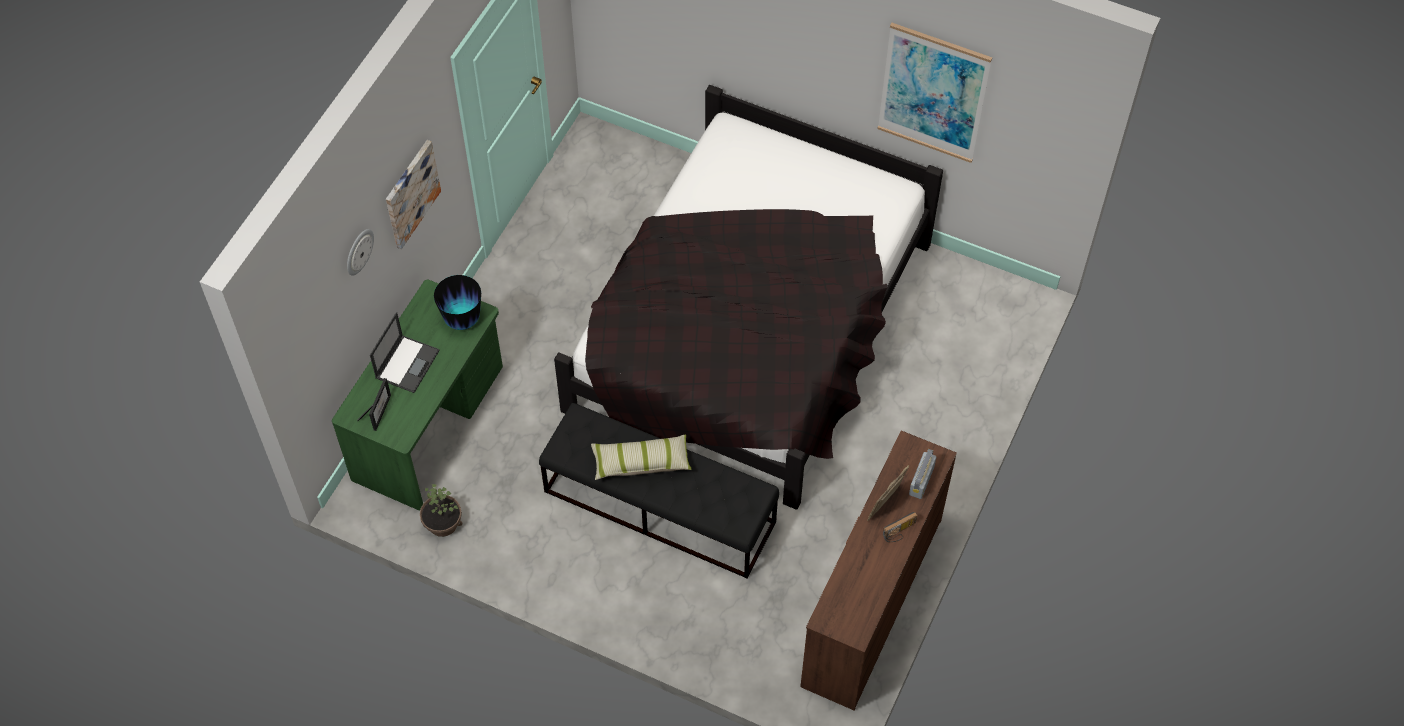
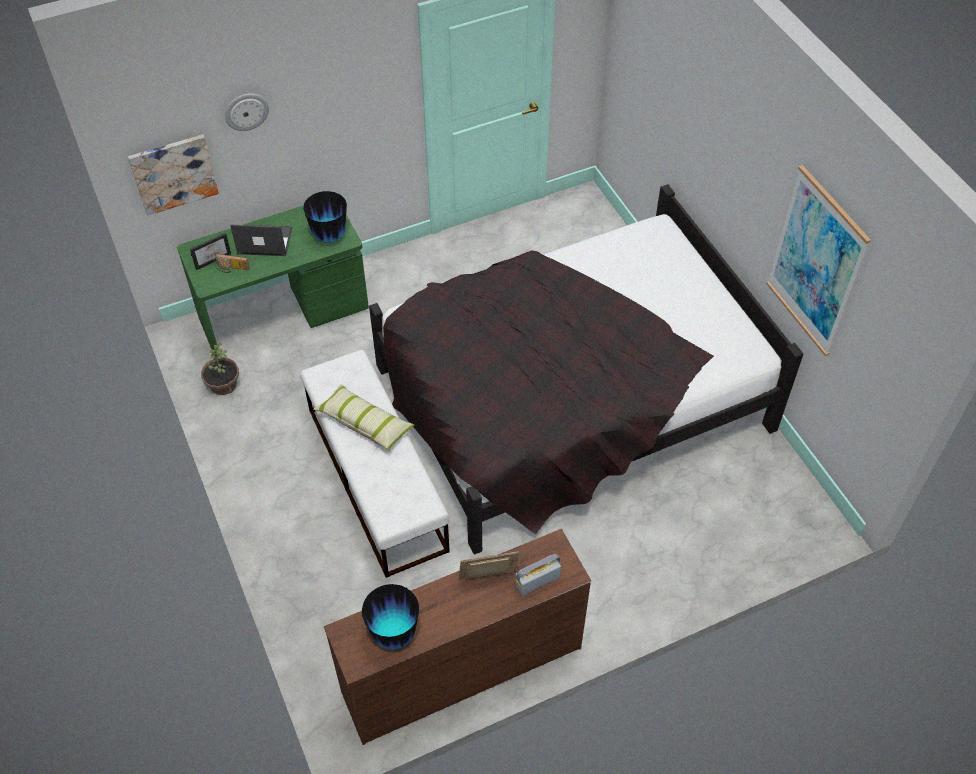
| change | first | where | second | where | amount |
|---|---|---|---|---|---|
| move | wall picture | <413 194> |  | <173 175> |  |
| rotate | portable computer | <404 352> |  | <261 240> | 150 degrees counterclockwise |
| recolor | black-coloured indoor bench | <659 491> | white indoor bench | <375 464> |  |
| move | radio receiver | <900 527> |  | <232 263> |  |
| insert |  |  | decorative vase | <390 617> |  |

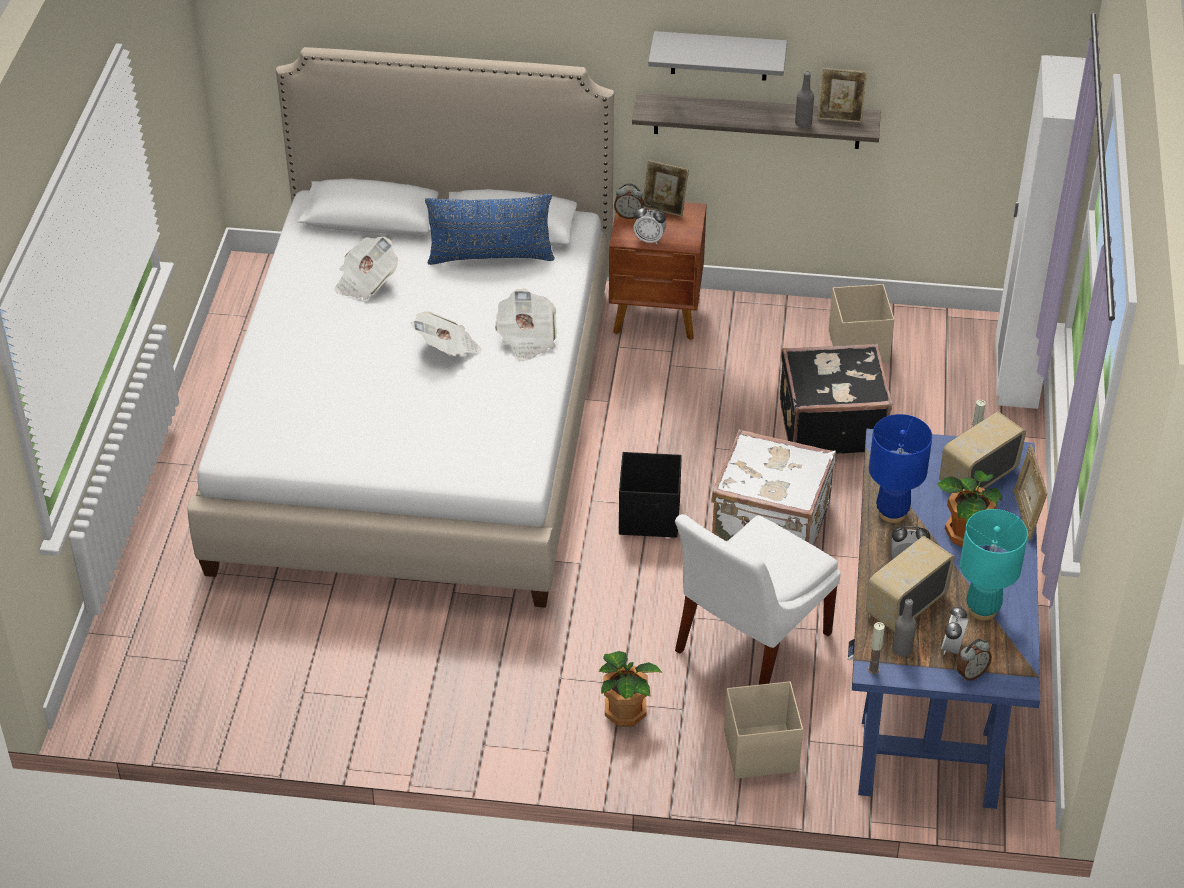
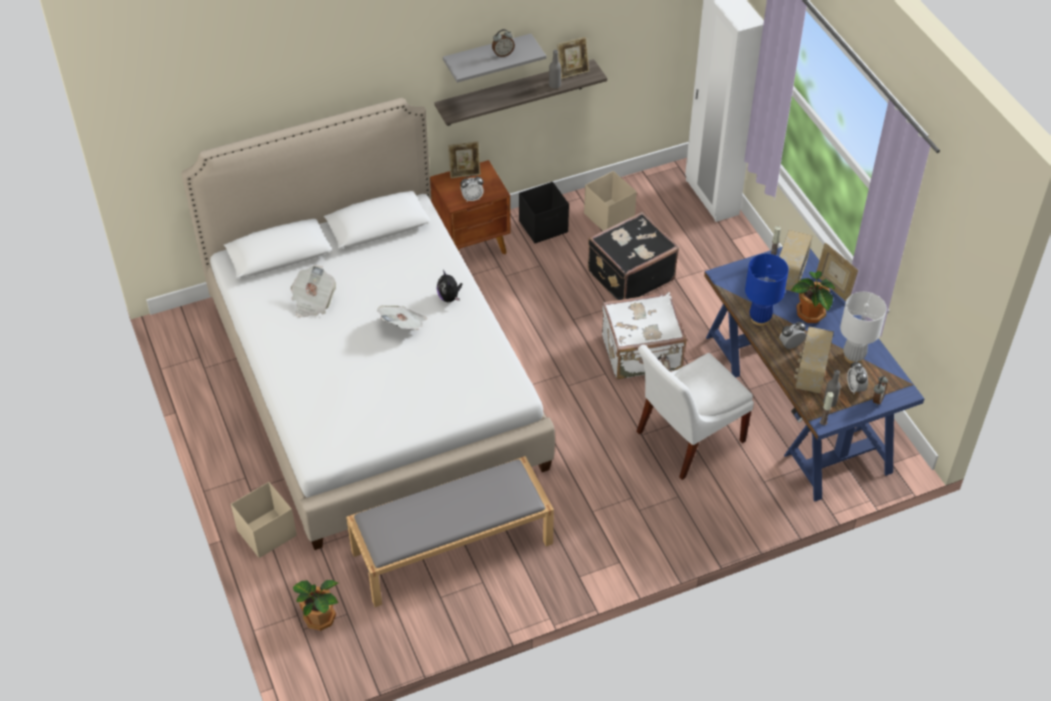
| change | first | where | second | where | amount |
|---|---|---|---|---|---|
| move | bedside clock | <629 201> |  | <503 43> |  |
| delete | blue pillow | <490 229> |  |  |  |
| replace | daily paper | <526 325> | plush toy | <449 286> |  |
| move | black-coloured storage bin | <650 495> |  | <544 212> |  |
| recolor | blue-green tabletop lamp | <994 564> | white tabletop lamp | <863 328> |  |
| rotate | white chair | <758 599> |  | <695 412> | 45 degrees clockwise |
| move | plant in a pot | <631 688> |  | <315 605> |  |
| move | sand-coloured storage bin | <763 730> |  | <264 520> |  |
| insert |  |  | grey indoor bench | <450 531> |  |

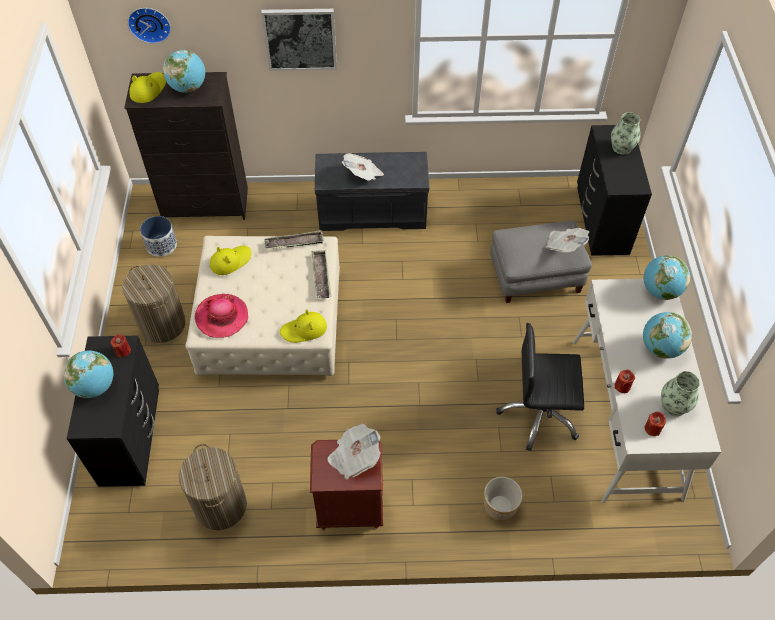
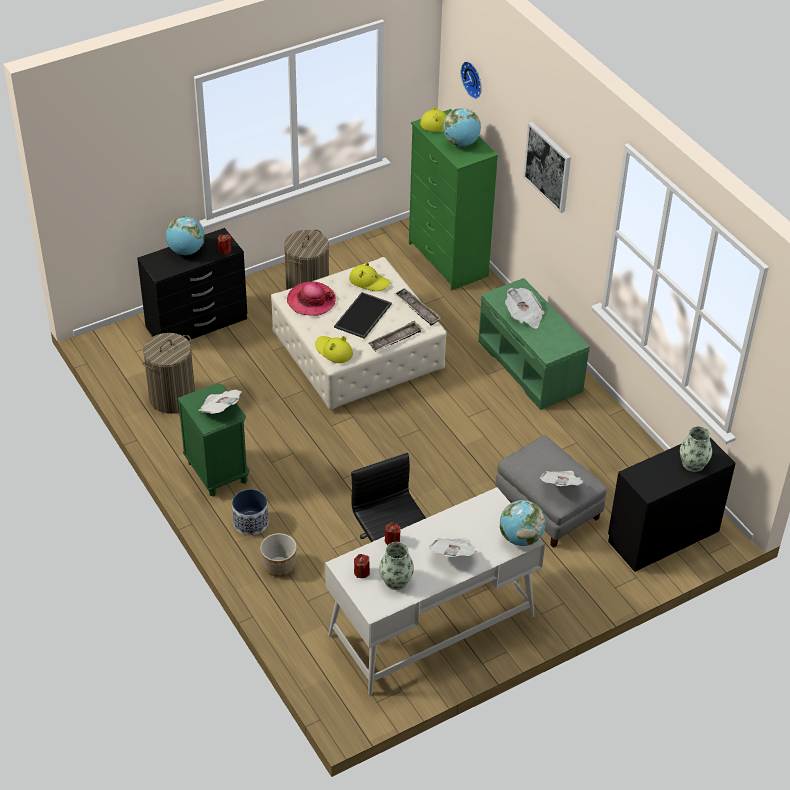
| change | first | where | second | where | amount |
|---|---|---|---|---|---|
| recolor | black-coloured chest of drawers | <186 146> | green-coloured chest of drawers | <453 199> |  |
| recolor | grey indoor bench | <372 191> | green-coloured indoor bench | <534 344> |  |
| move | flower pot | <158 236> |  | <250 512> |  |
| replace | globe | <667 335> | daily paper | <453 547> |  |
| recolor | brownish bedside table | <346 485> | green-coloured bedside table | <213 440> |  |
| insert |  |  | serving tray | <363 315> |  |

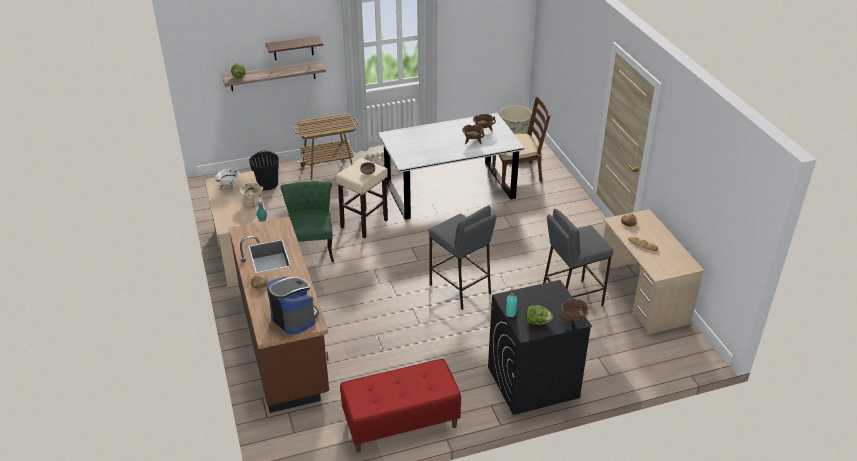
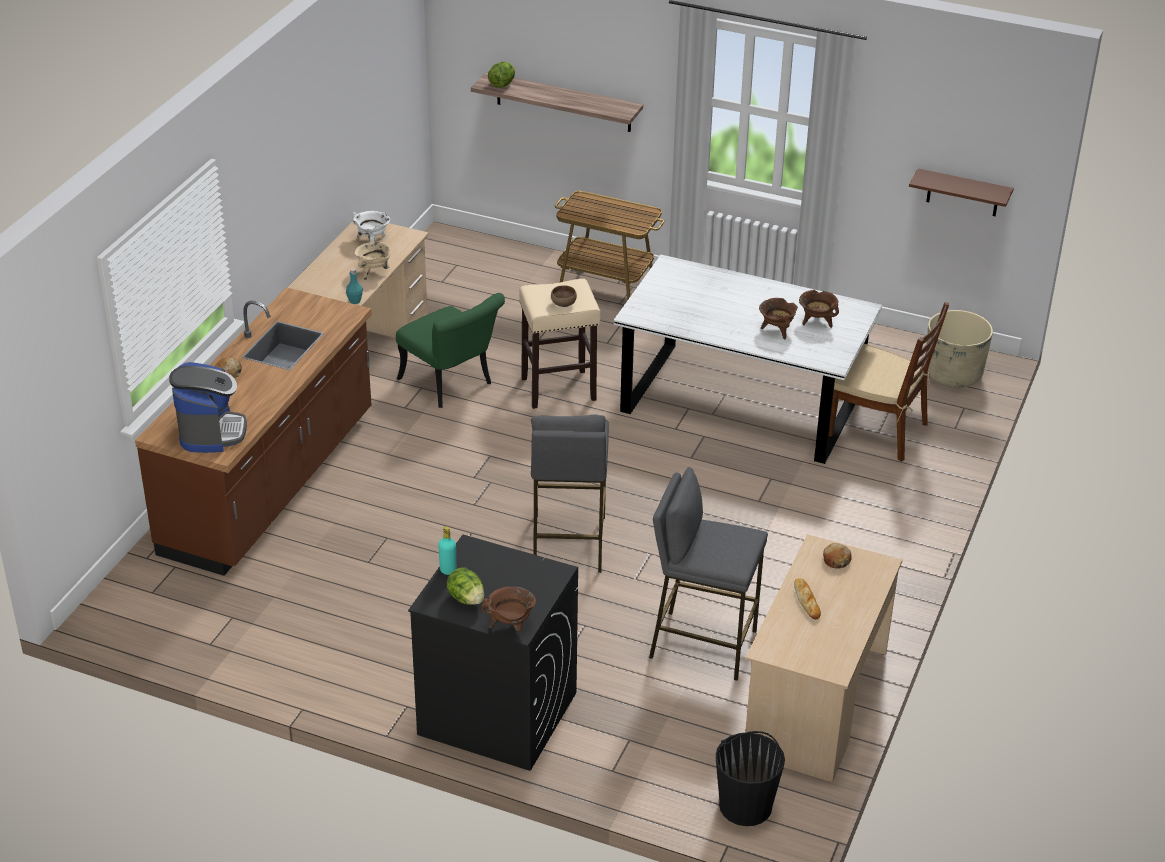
| change | first | where | second | where | amount |
|---|---|---|---|---|---|
| move | brownish wall shelf | <294 48> |  | <961 192> |  |
| move | black-coloured pail | <264 171> |  | <750 778> |  |
| rotate | green-coloured chair | <307 221> |  | <450 350> | 105 degrees clockwise |
| delete | red indoor bench | <400 406> |  |  |  |

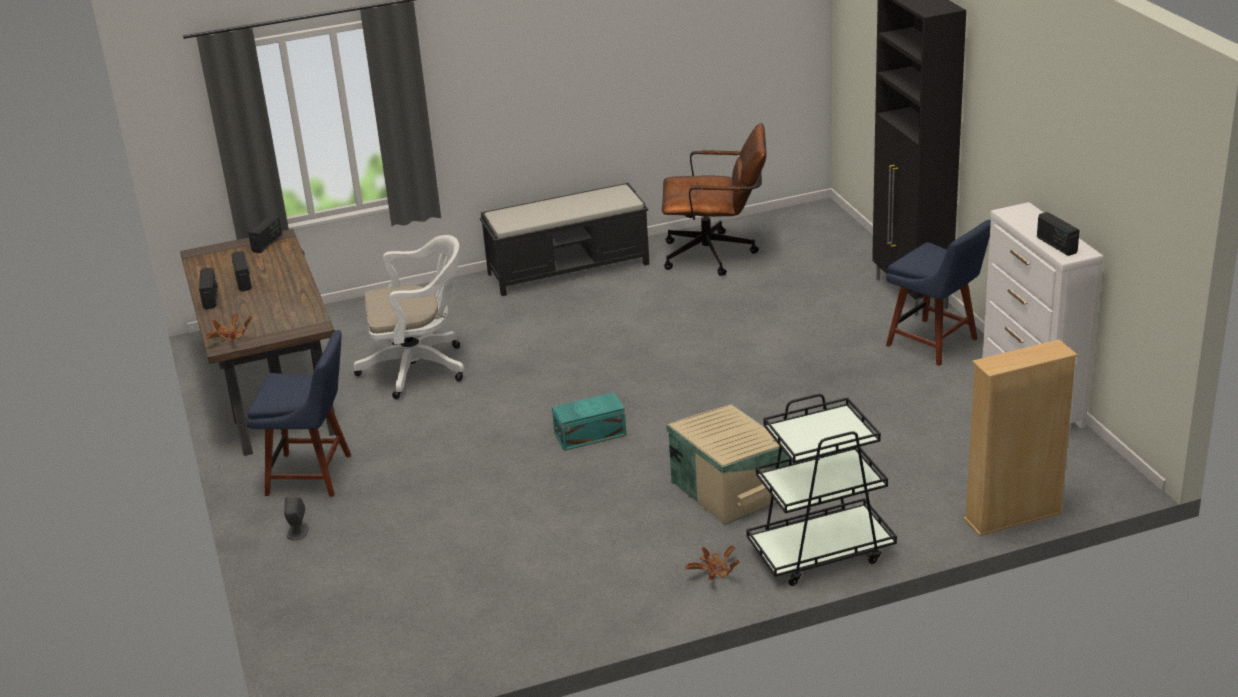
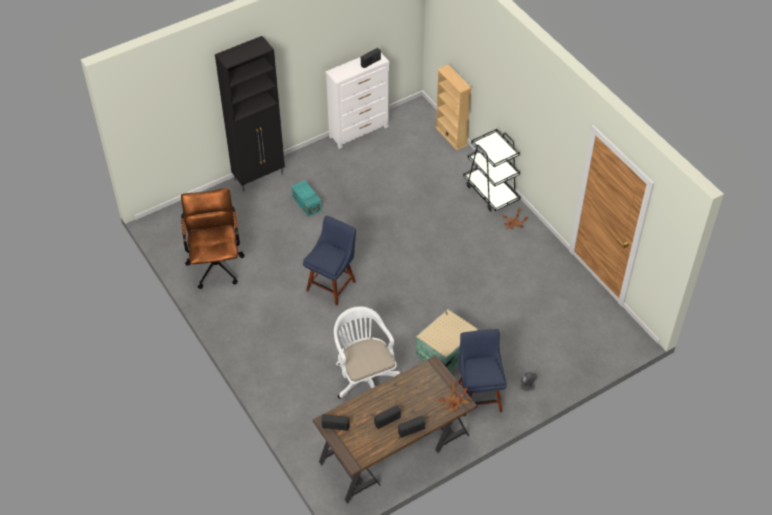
| change | first | where | second | where | amount |
|---|---|---|---|---|---|
| delete | black-coloured indoor bench | <564 239> |  |  |  |
| move | blue chair | <938 293> |  | <329 260> |  |
| move | blue-green storage bin | <589 421> |  | <306 198> |  |
| move | sand-coloured storage bin | <727 464> |  | <447 340> |  |

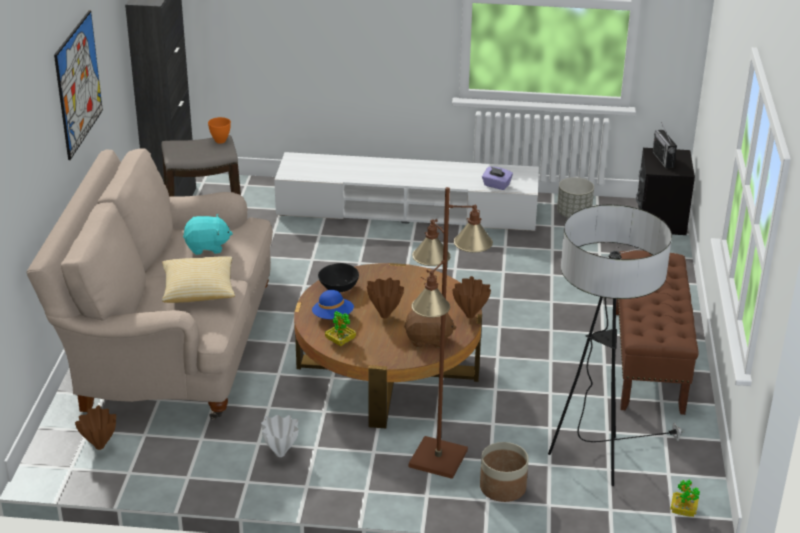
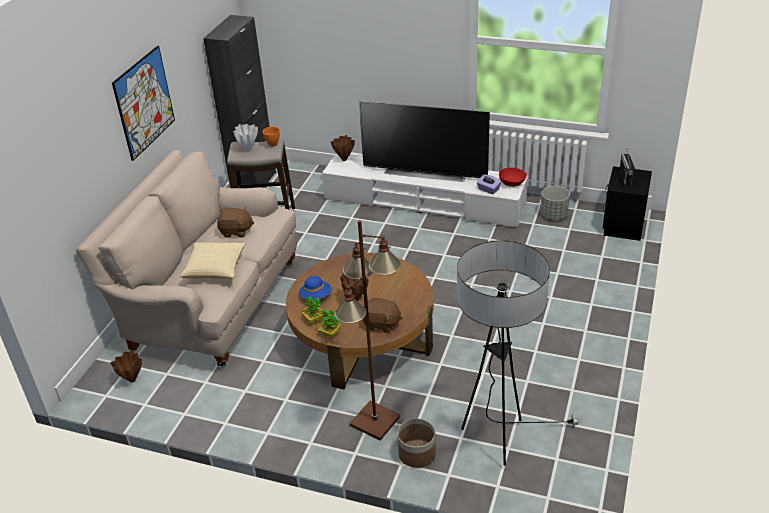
| change | first | where | second | where | amount |
|---|---|---|---|---|---|
| recolor | blue-green plush toy | <208 234> | brownish plush toy | <235 222> |  |
| delete | brownish indoor bench | <657 333> |  |  |  |
| delete | black-coloured deep dish | <338 277> |  |  |  |
| move | brownish decorative vase | <471 297> |  | <343 148> |  |
| move | white decorative vase | <280 436> |  | <245 137> |  |
| move | plant in a pot | <685 498> |  | <329 324> |  |
| insert |  |  | TV | <424 141> |  |
| insert |  |  | red deep dish | <513 177> |  |

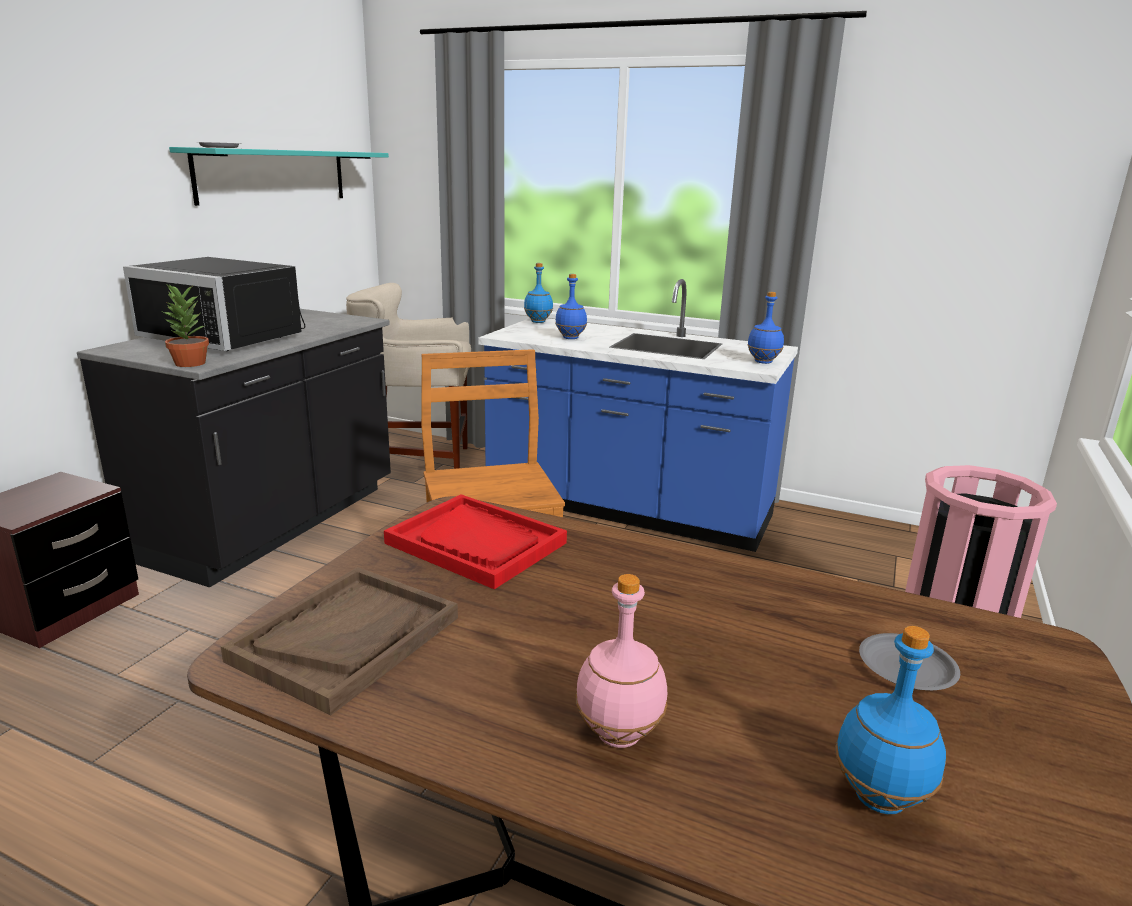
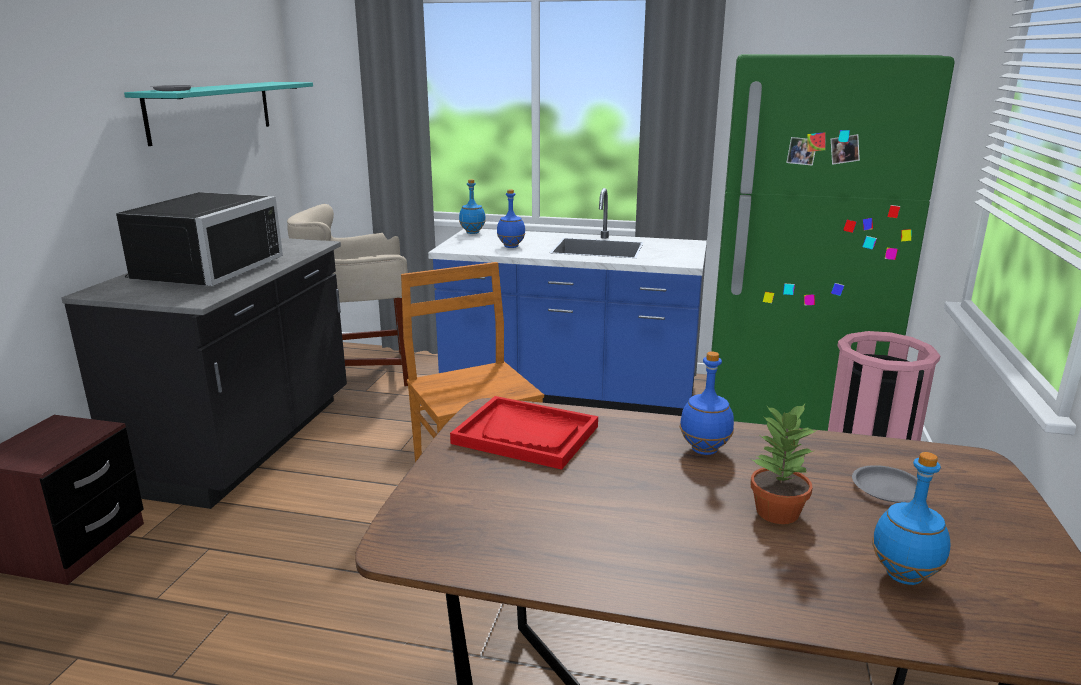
| change | first | where | second | where | amount |
|---|---|---|---|---|---|
| rotate | black-coloured kitchen microwave | <214 304> |  | <199 239> | 90 degrees counterclockwise |
| move | plant in a pot | <186 325> |  | <784 464> |  |
| move | blue drink bottle | <765 328> |  | <707 403> |  |
| delete | brownish serving tray | <339 641> |  |  |  |
| delete | pink-coloured drink bottle | <621 661> |  |  |  |
| insert |  |  | green-coloured fridge | <833 242> |  |

